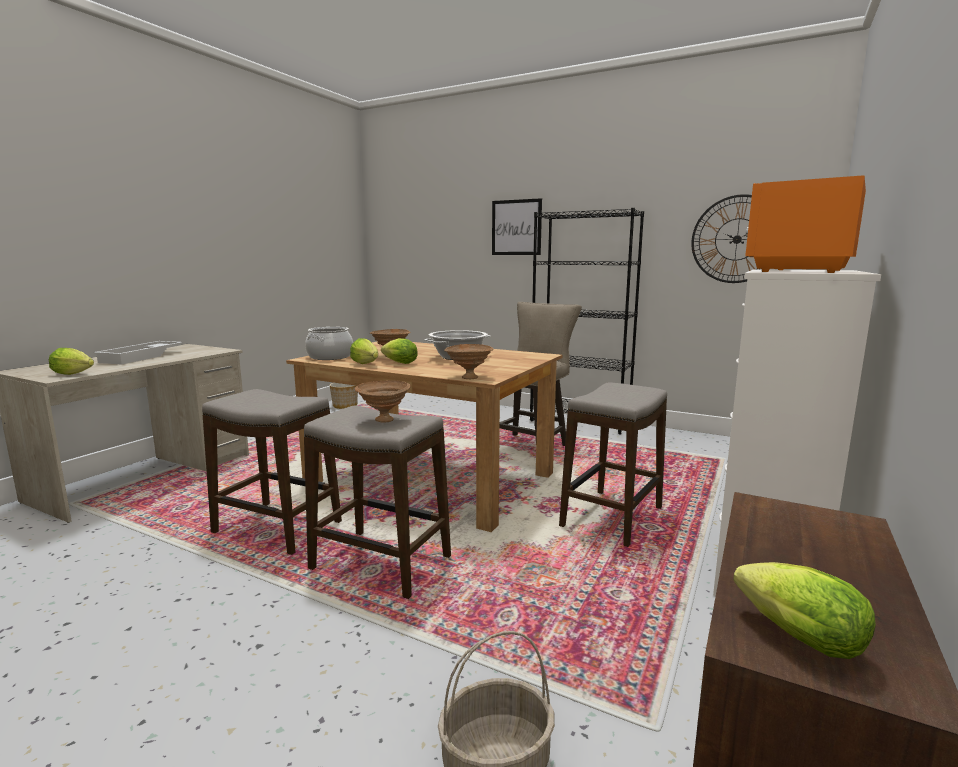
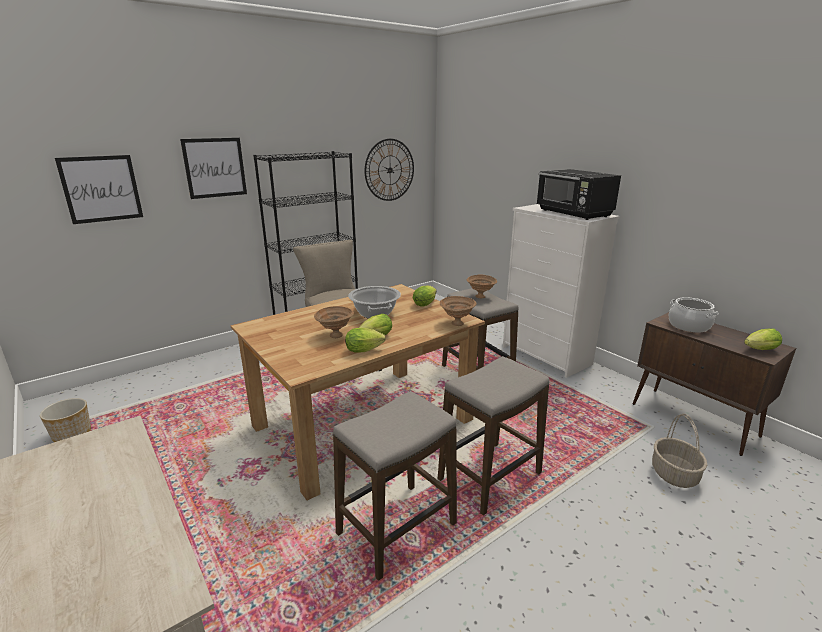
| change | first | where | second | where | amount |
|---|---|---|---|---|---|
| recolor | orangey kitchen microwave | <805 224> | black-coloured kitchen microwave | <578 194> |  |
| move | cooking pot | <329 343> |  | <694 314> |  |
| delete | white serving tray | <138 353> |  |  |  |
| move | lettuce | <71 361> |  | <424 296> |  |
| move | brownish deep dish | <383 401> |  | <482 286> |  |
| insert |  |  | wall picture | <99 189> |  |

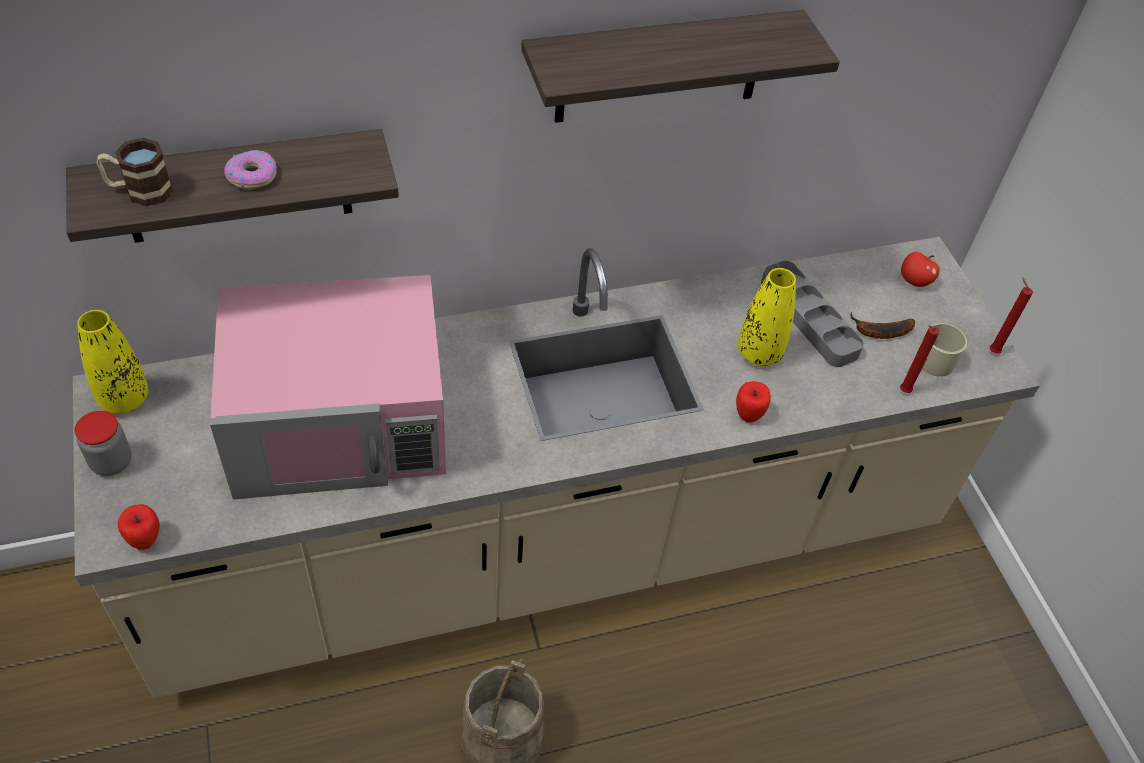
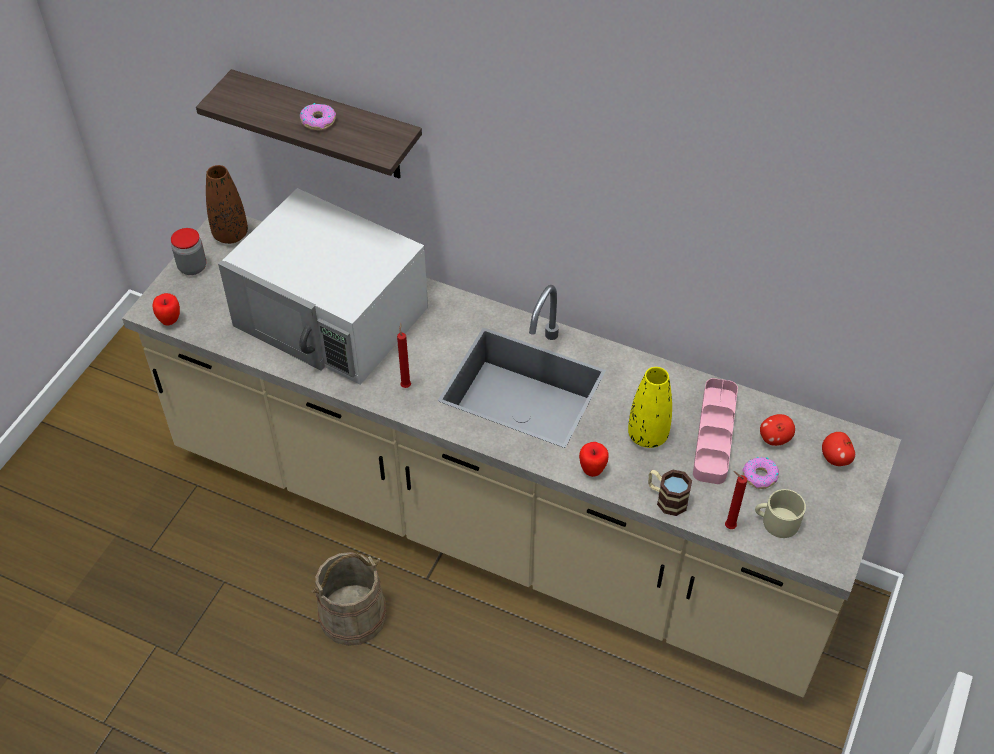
| change | first | where | second | where | amount |
|---|---|---|---|---|---|
| delete | wall shelf | <680 66> |  |  |  |
| move | mug | <135 172> |  | <670 492> |  |
| recolor | grey serving tray | <812 313> | pink-coloured serving tray | <715 431> |  |
| recolor | pink-coloured kitchen microwave | <328 387> | white kitchen microwave | <323 286> |  |
| move | red candle | <1011 315> |  | <404 355> |  |
| recolor | yellow-coloured decorative vase | <112 362> | brownish decorative vase | <227 204> |  |
| replace | banana fruit | <882 325> | doughnut | <760 473> |  |
| insert |  |  | apple | <777 430> |  |

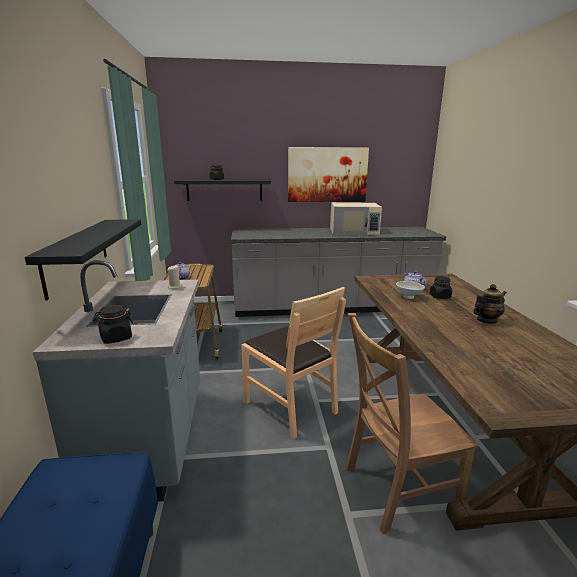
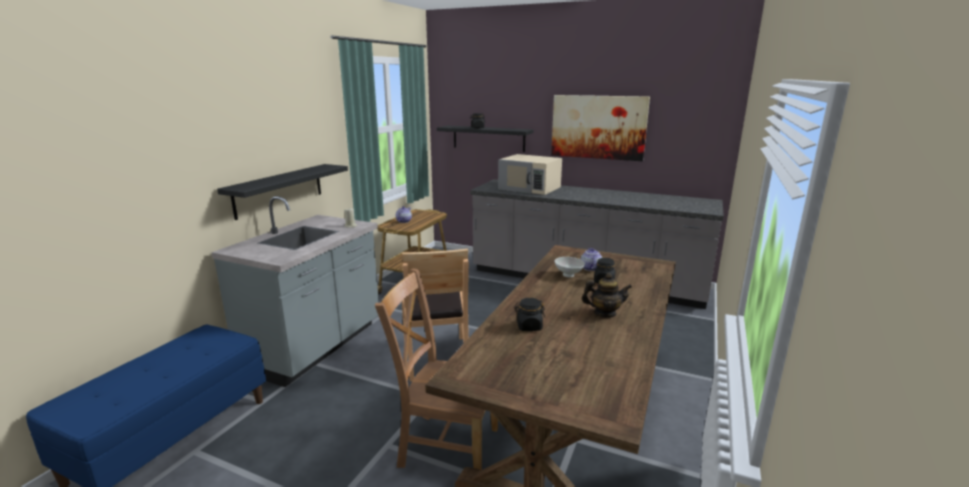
| change | first | where | second | where | amount |
|---|---|---|---|---|---|
| move | sand-coloured kitchen microwave | <356 218> |  | <530 174> |  |
| move | black-coloured preserve jar | <113 324> |  | <529 314> |  |

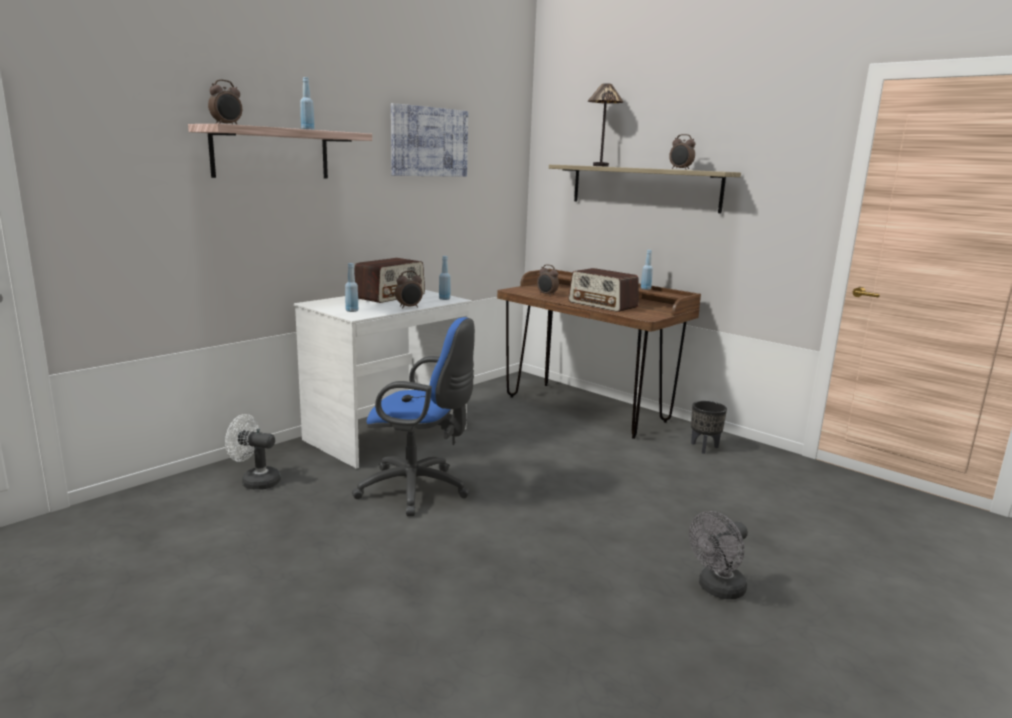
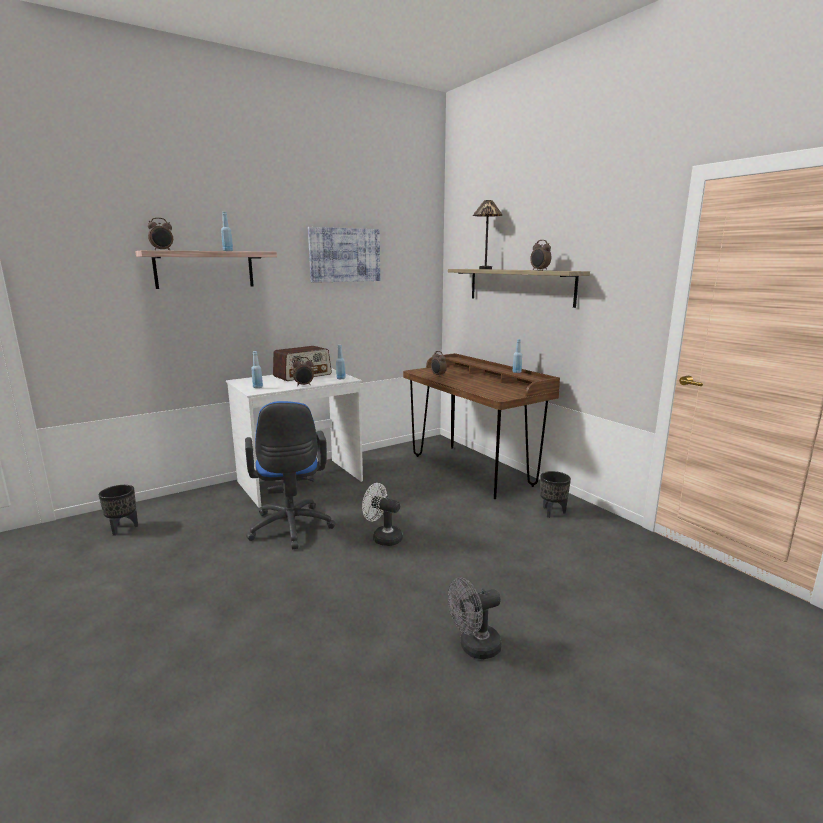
| change | first | where | second | where | amount |
|---|---|---|---|---|---|
| delete | radio receiver | <603 290> |  |  |  |
| rotate | blue computer chair | <413 416> |  | <290 475> | 45 degrees clockwise |
| move | white electric fan | <253 452> |  | <382 514> |  |
| insert |  |  | black-coloured flower pot | <118 510> |  |

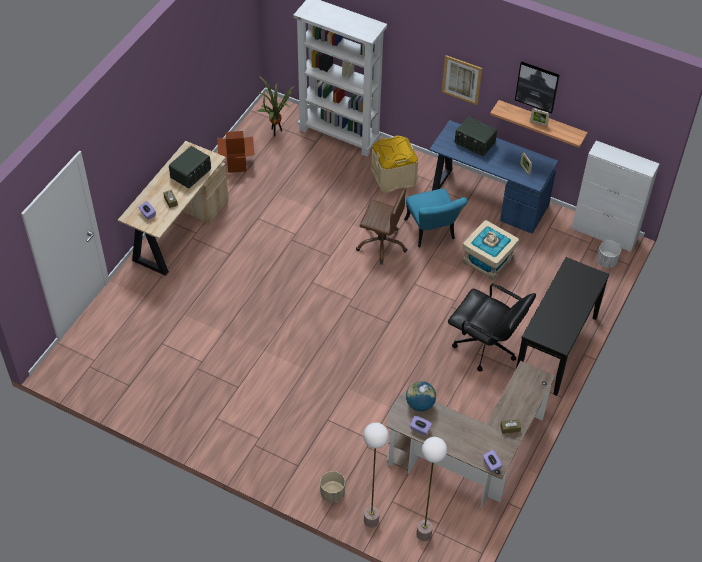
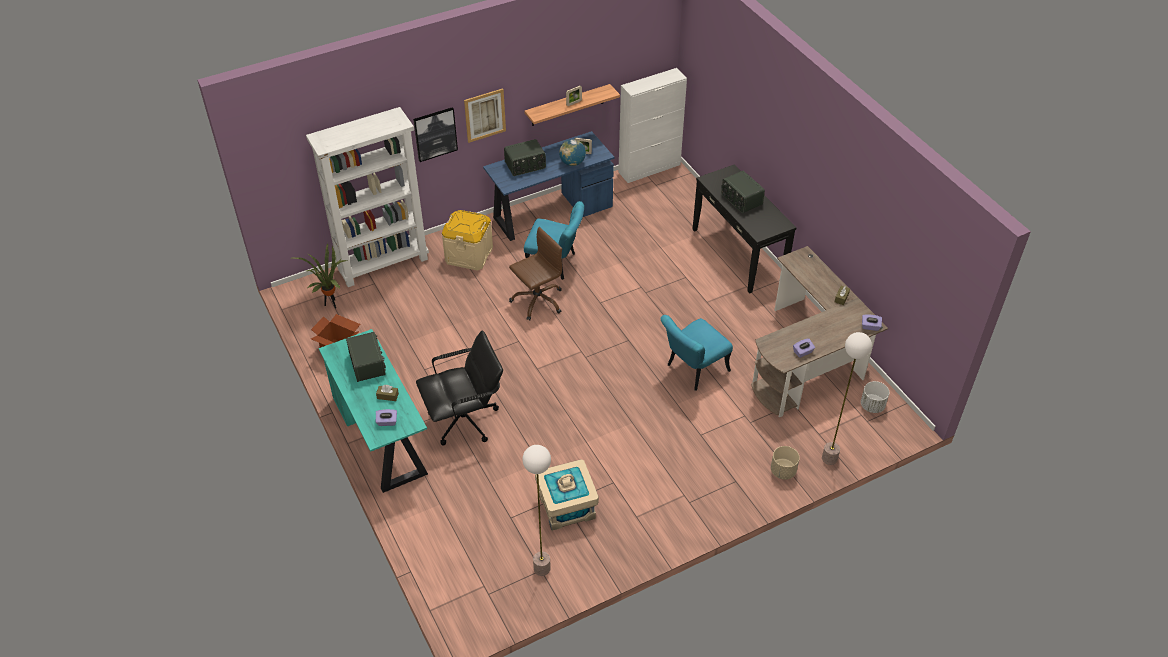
| change | first | where | second | where | amount |
|---|---|---|---|---|---|
| move | wall picture | <537 88> |  | <435 134> |  |
| recolor | sand-coloured desk table | <173 208> | blue-green desk table | <373 411> |  |
| move | sand-coloured storage bin | <491 250> |  | <567 495> |  |
| move | white flower pot | <609 254> |  | <875 397> |  |
| move | black-coloured computer chair | <492 327> |  | <459 388> |  |
| move | globe | <421 396> |  | <572 152> |  |
| move | standing lamp | <431 489> |  | <536 510> |  |
| insert |  |  | radio receiver | <743 192> |  |
| insert |  |  | blue-green chair | <697 352> |  |

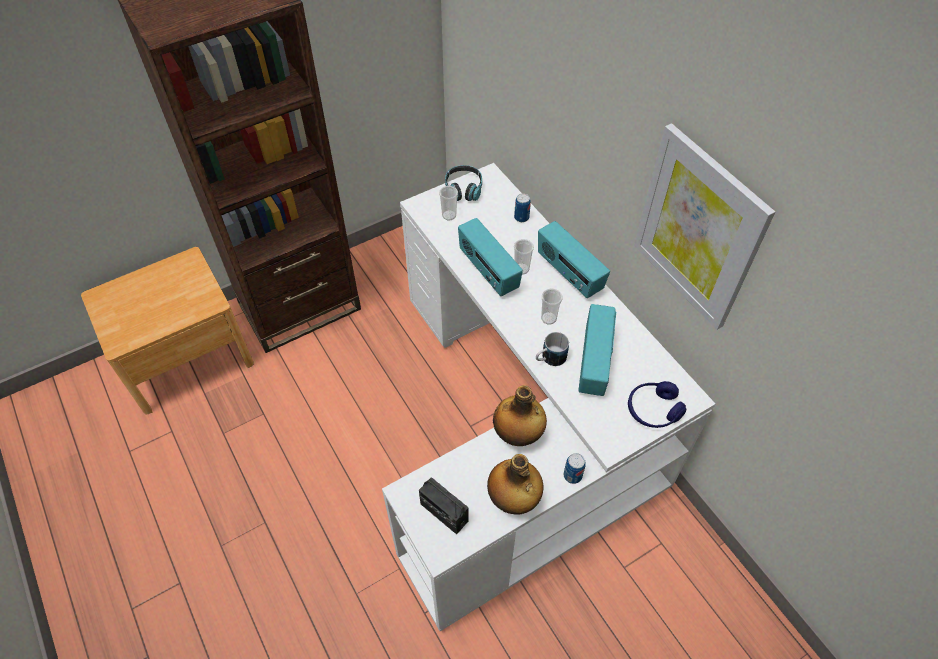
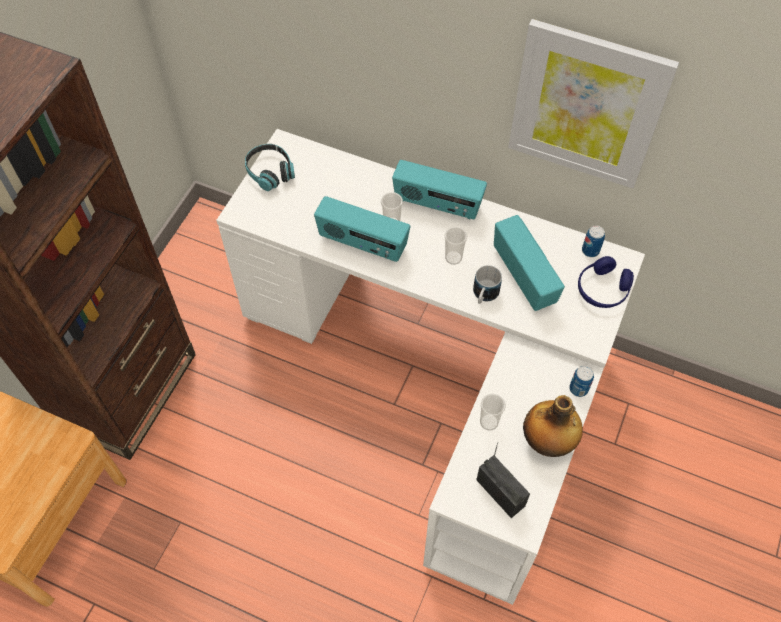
| change | first | where | second | where | amount |
|---|---|---|---|---|---|
| move | small cup | <448 203> |  | <493 412> |  |
| move | sealed can | <522 208> |  | <593 241> |  |
| delete | drink bottle | <520 415> |  |  |  |
| rotate | radio receiver | <444 505> |  | <503 480> | 135 degrees counterclockwise |

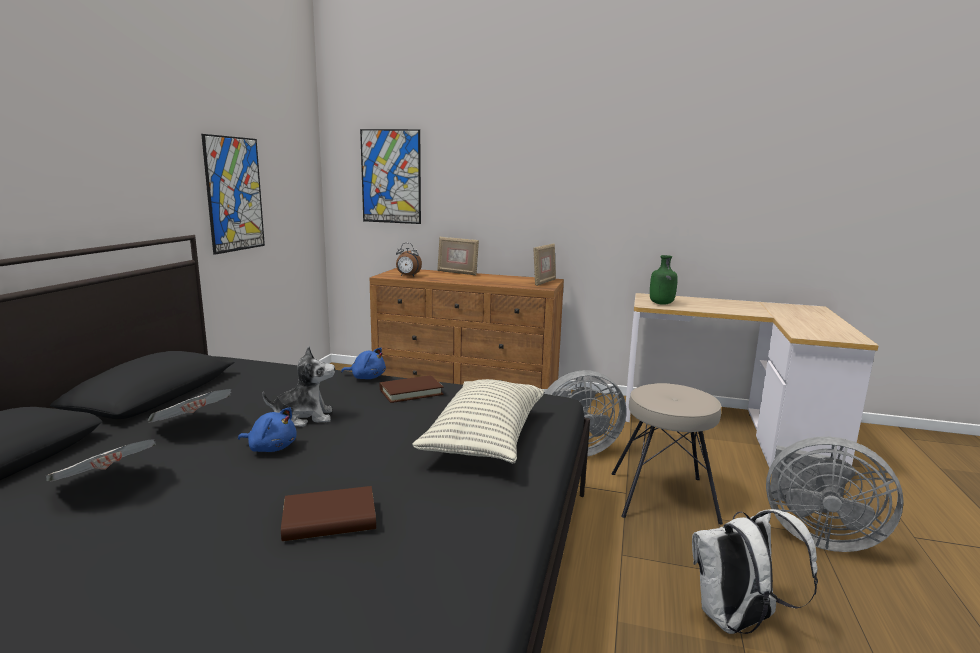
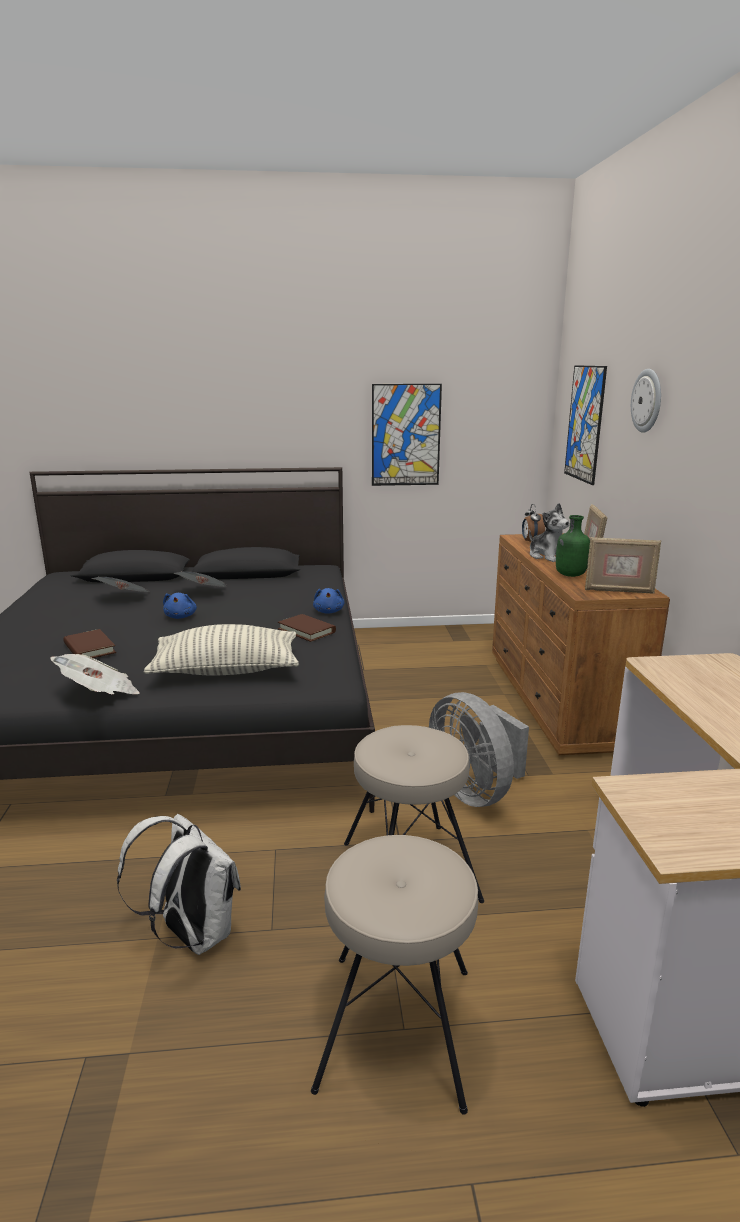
| change | first | where | second | where | amount |
|---|---|---|---|---|---|
| move | green-coloured drink bottle | <664 280> |  | <573 546> |  |
| move | plush toy | <298 386> |  | <549 532> |  |
| replace | grey electric fan | <834 494> | sand-coloured stool seat | <394 975> |  |
| insert |  |  | hanging clock | <646 401> |  |
| insert |  |  | daily paper | <95 674> |  |

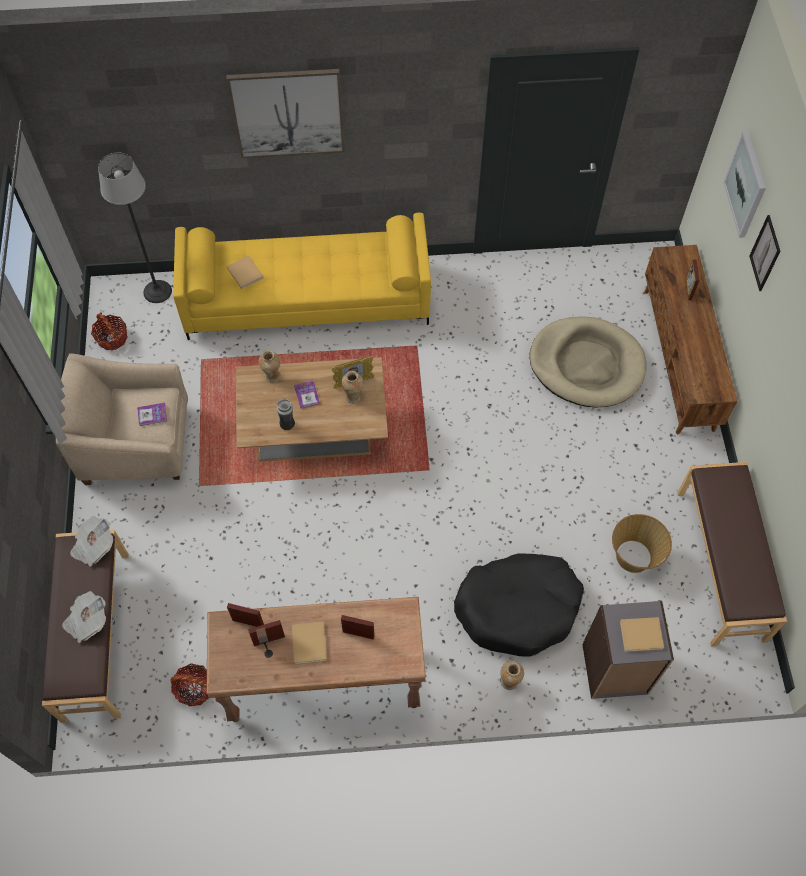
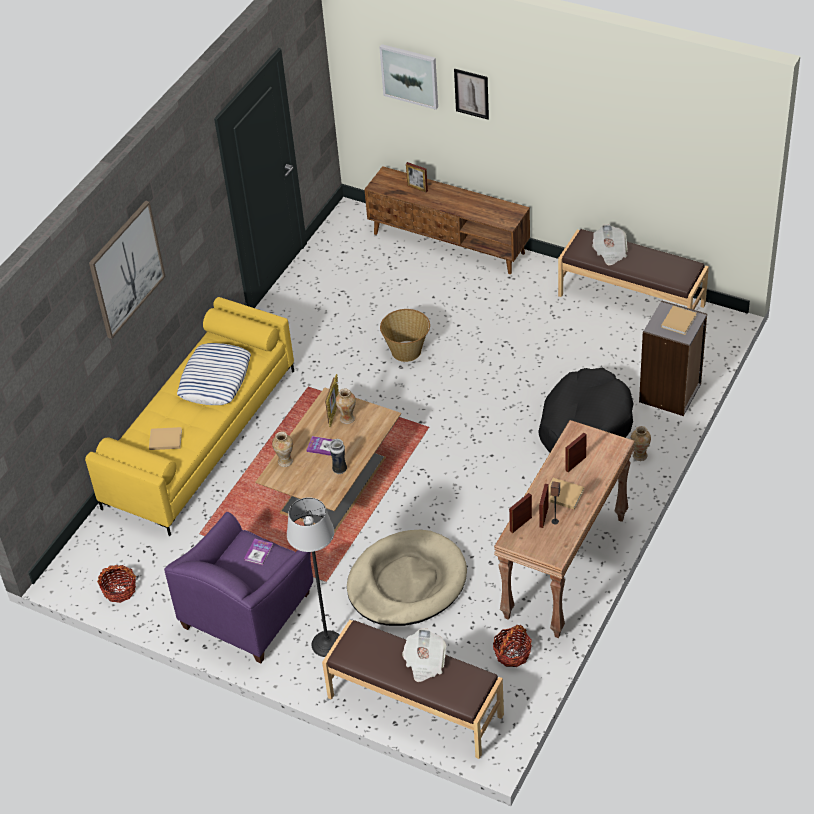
| change | first | where | second | where | amount |
|---|---|---|---|---|---|
| move | standing lamp | <135 227> |  | <313 577> |  |
| move | sand-coloured pet bed | <588 362> |  | <407 578> |  |
| recolor | sand-coloured easy chair | <122 419> | purple-coloured easy chair | <238 587> |  |
| move | storage basket | <642 543> |  | <405 335> |  |
| move | daily paper | <91 541> |  | <610 245> |  |
| insert |  |  | pillow | <214 374> |  |

